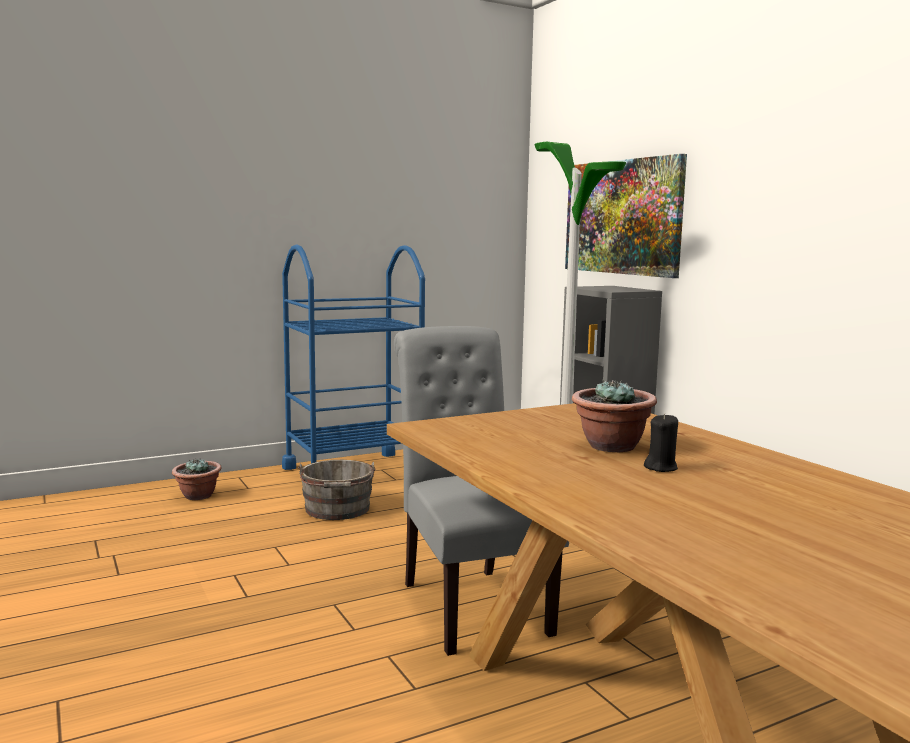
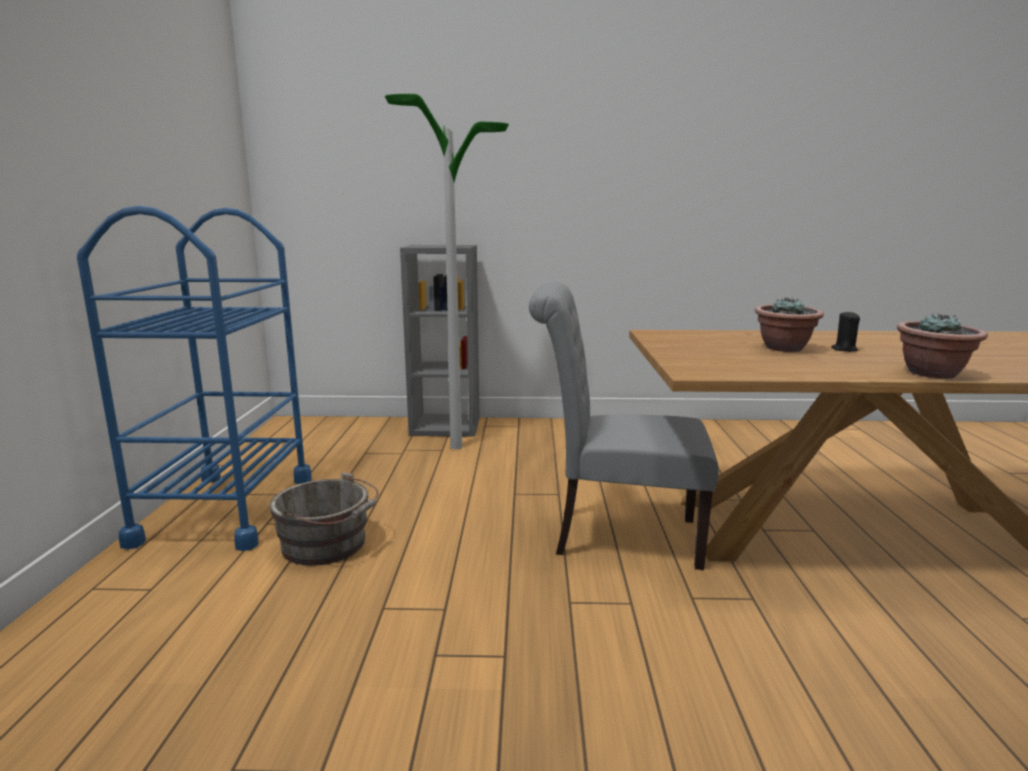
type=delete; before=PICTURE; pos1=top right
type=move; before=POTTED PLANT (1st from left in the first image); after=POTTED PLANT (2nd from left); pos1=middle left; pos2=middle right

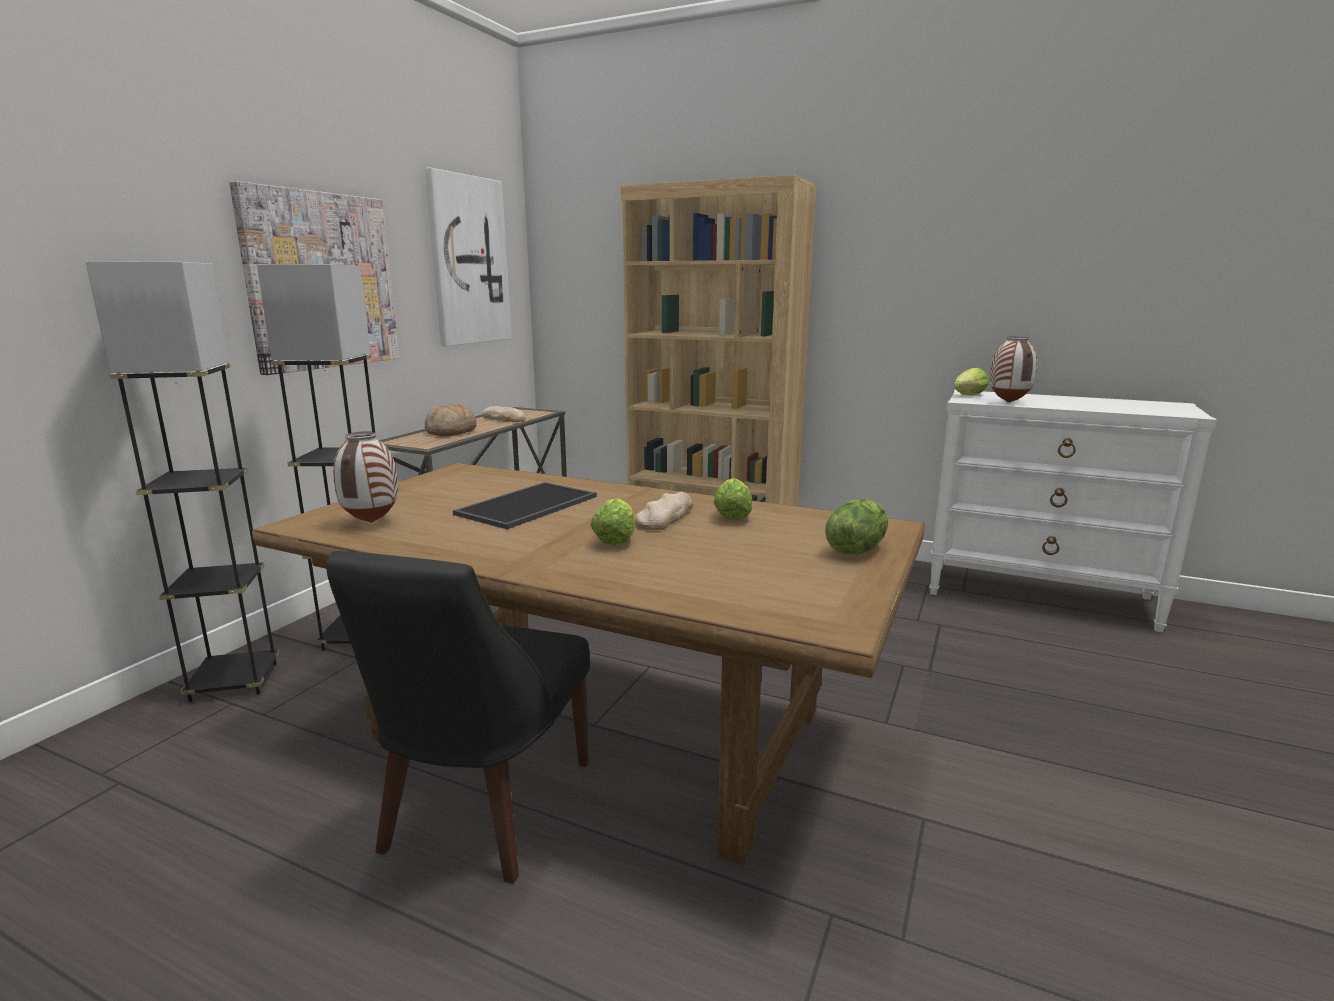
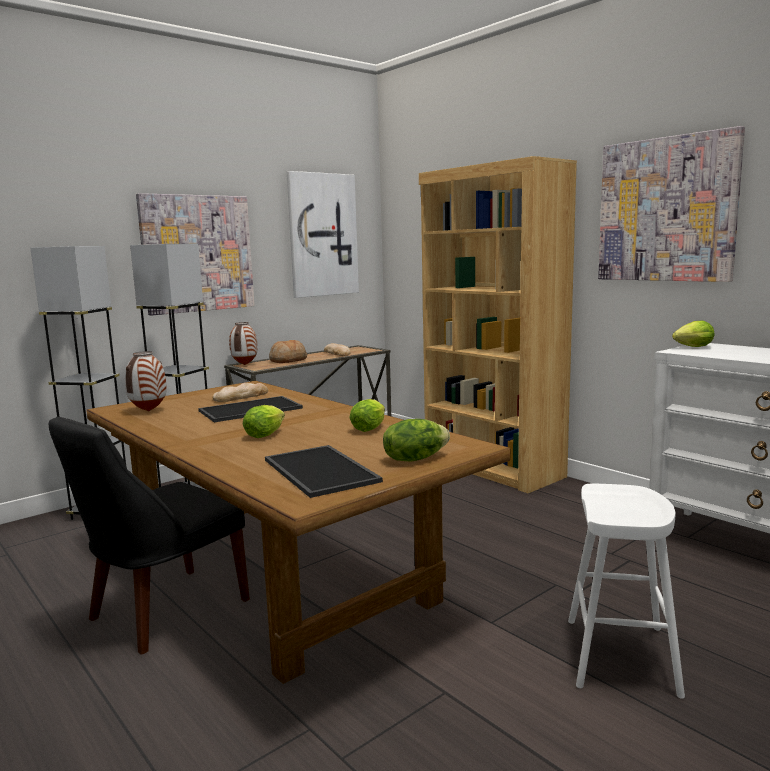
type=move; before=VASE (2nd from left); pos1=middle right; pos2=middle left
type=move; before=BREAD (3rd from left in the first image); after=BREAD (1st from left); pos1=centre; pos2=middle left
type=insert; after=PICTURE (3rd from left); pos2=top right
type=insert; after=TRAY (2nd from left); pos2=centre
type=insert; after=WHITE STOOL; pos2=bottom right

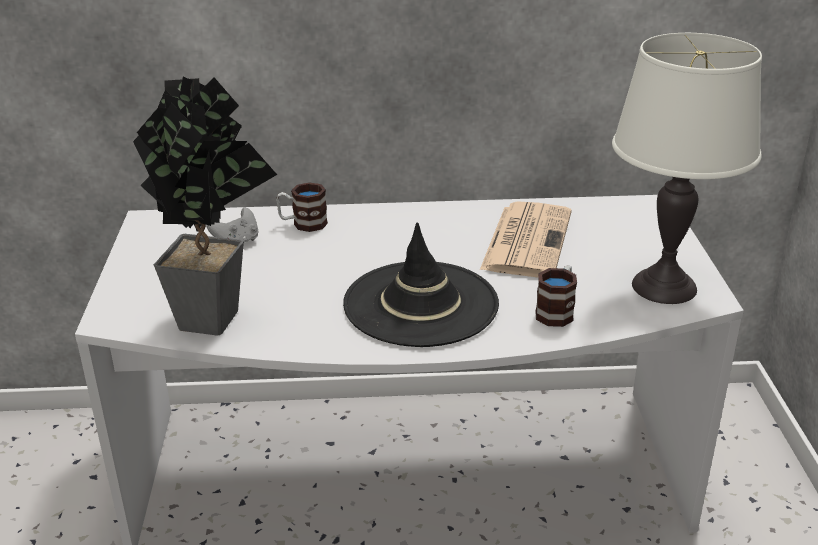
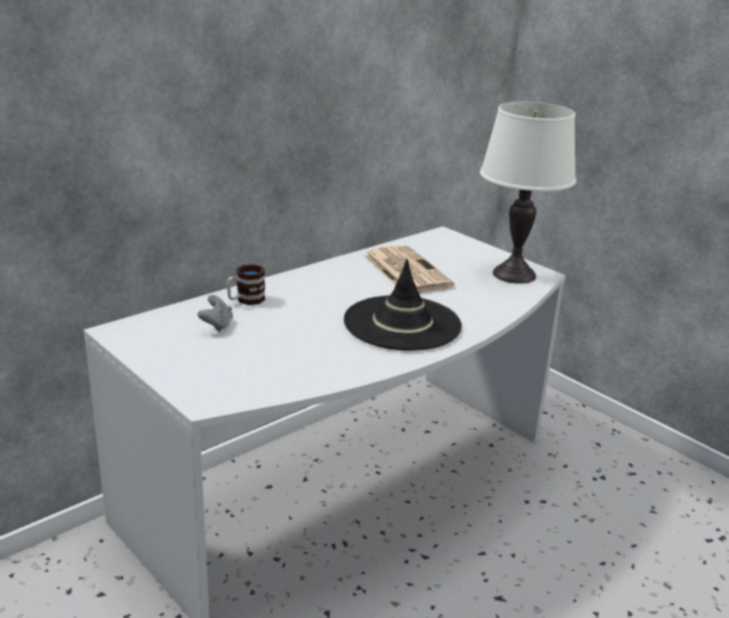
type=delete; before=POTTED PLANT; pos1=middle left
type=delete; before=MUG (2nd from left); pos1=middle right

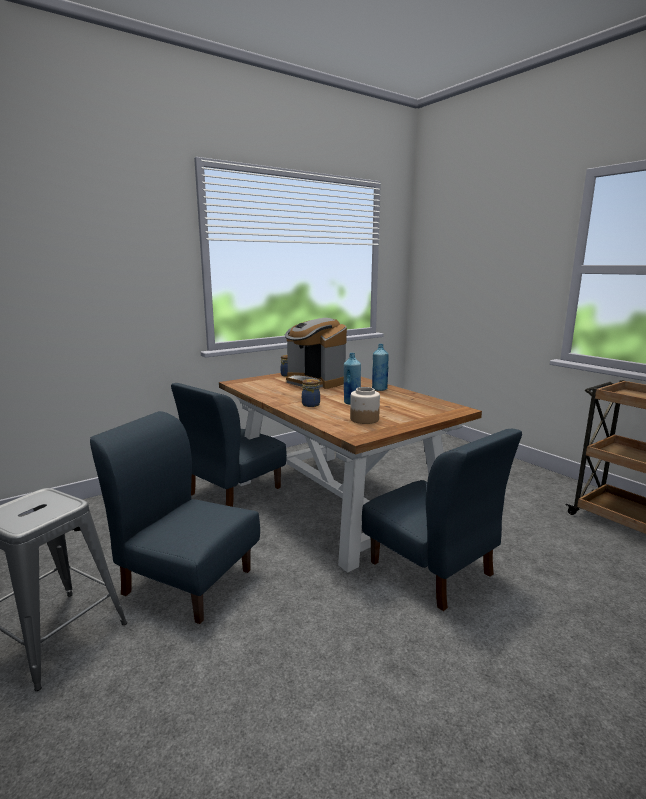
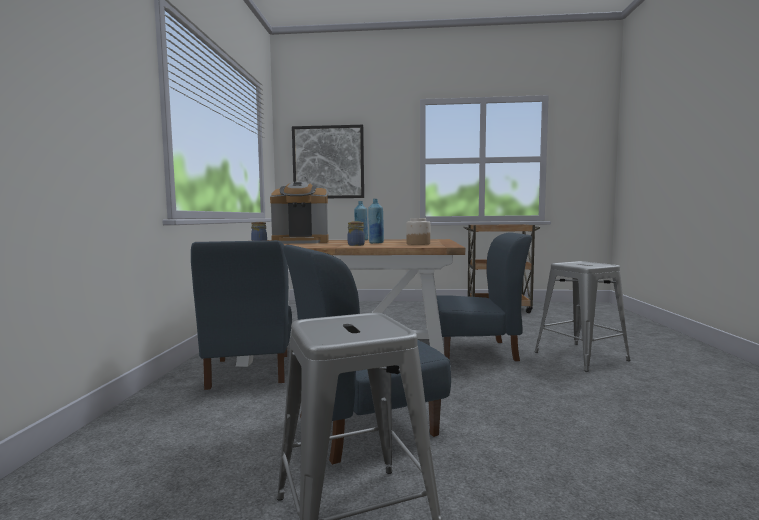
type=insert; after=PICTURE; pos2=top centre
type=insert; after=GREY STOOL (2nd from left); pos2=middle right

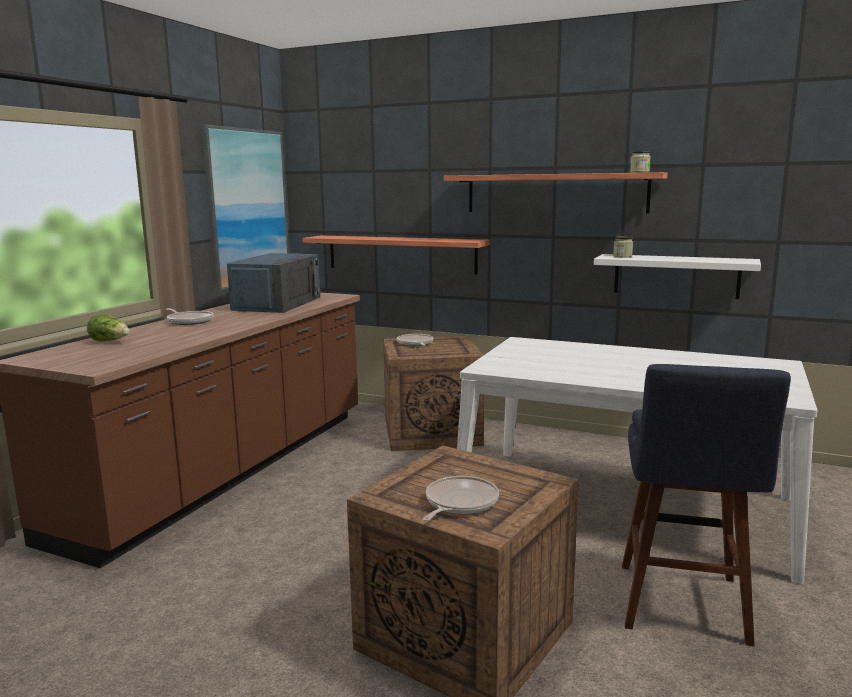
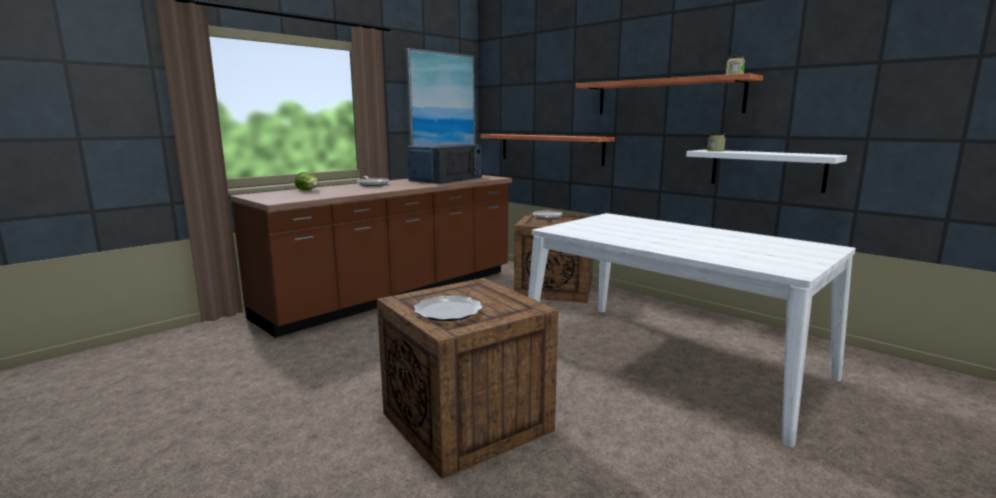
type=delete; before=BLUE STOOL; pos1=bottom right
type=replace; before=FRYING PAN (3rd from left); after=PLATE; pos1=bottom centre; pos2=centre

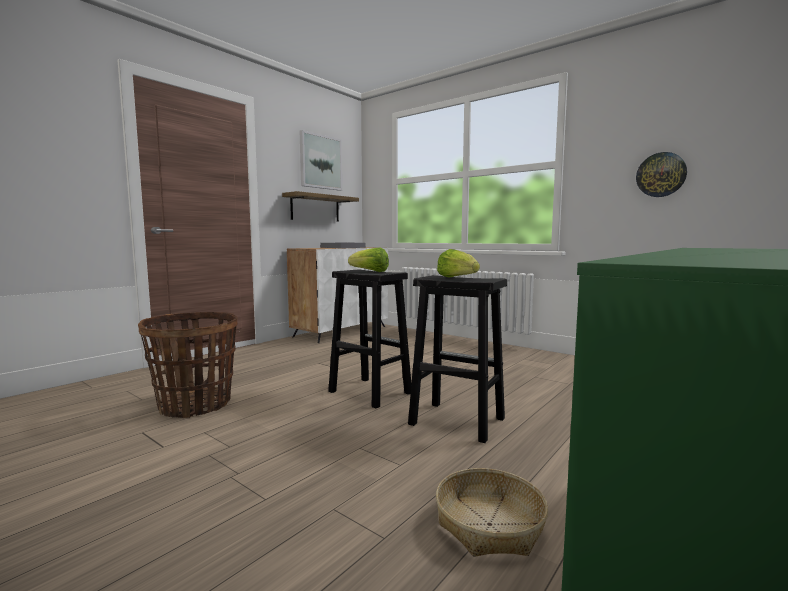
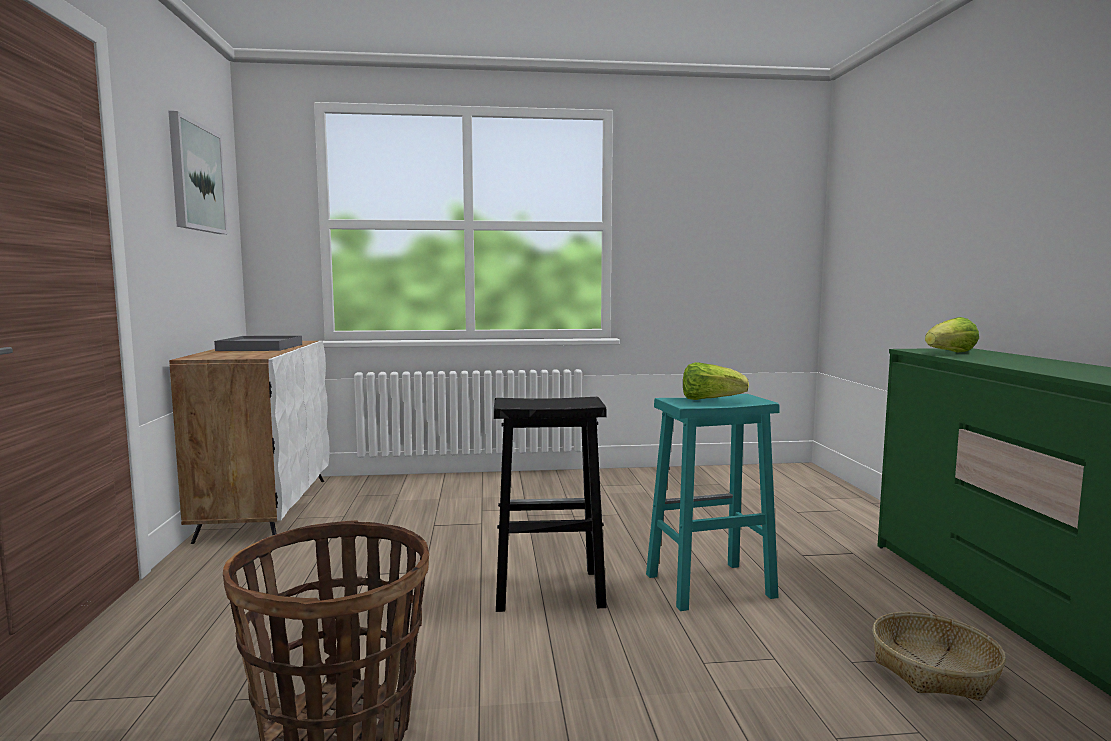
type=delete; before=WALL CLOCK; pos1=top right
type=delete; before=SHELF; pos1=centre
type=move; before=LETTUCE (1st from left in the first image); after=LETTUCE (2nd from left); pos1=centre; pos2=middle right
type=recolor; before=BLACK STOOL (2nd from left); after=TURQUOISE STOOL; pos1=centre; pos2=bottom centre

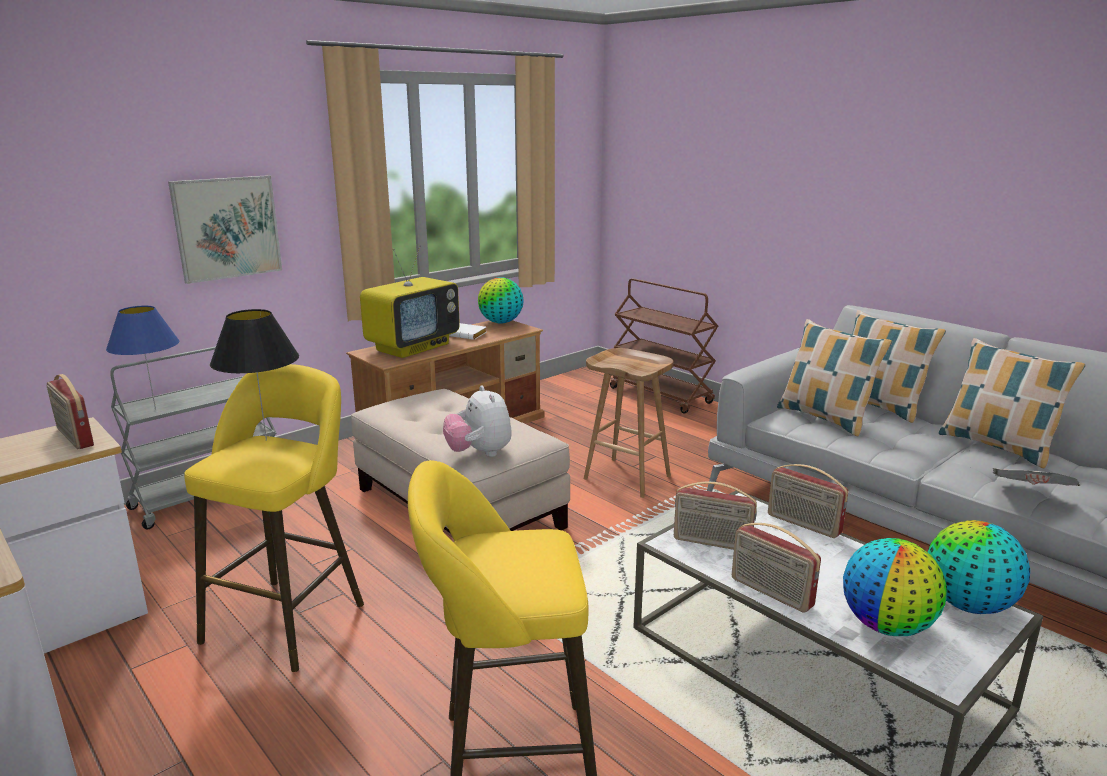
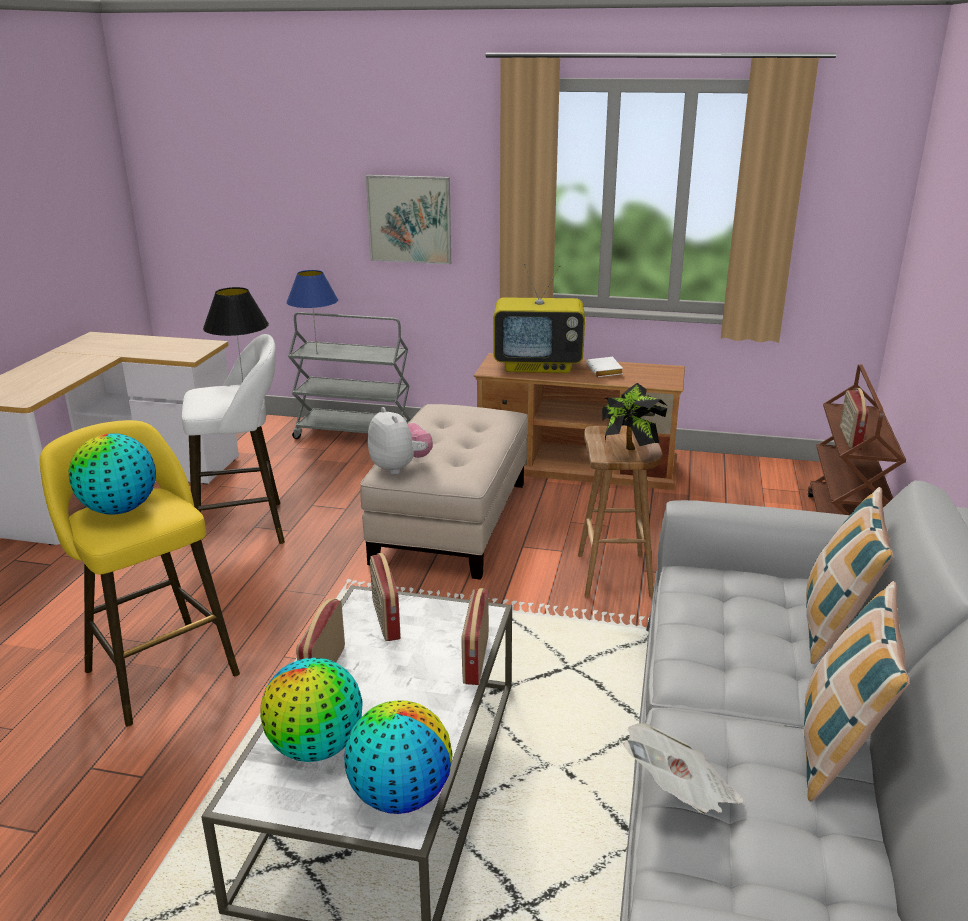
type=move; before=GLOBE (1st from left); pos1=centre; pos2=middle left
type=delete; before=PILLOW (1st from left); pos1=middle right
type=recolor; before=YELLOW STOOL (1st from left); after=WHITE STOOL; pos1=bottom left; pos2=middle left
type=move; before=RADIO (1st from left in the first image); after=RADIO (4th from left); pos1=middle left; pos2=middle right
type=rotate; before=PLUSH TOY; pos1=centre; pos2=centre; turn=120
type=insert; after=POTTED PLANT; pos2=centre

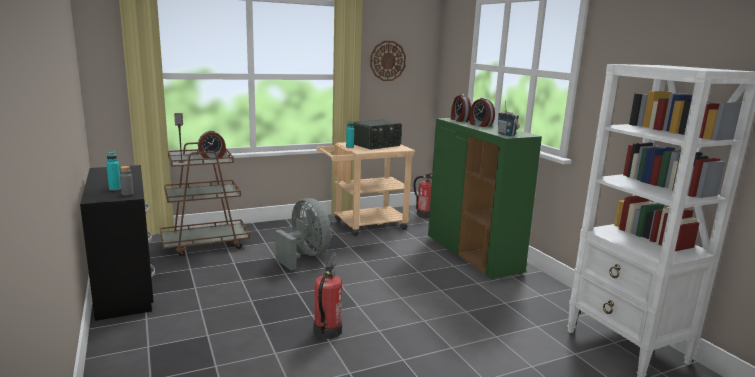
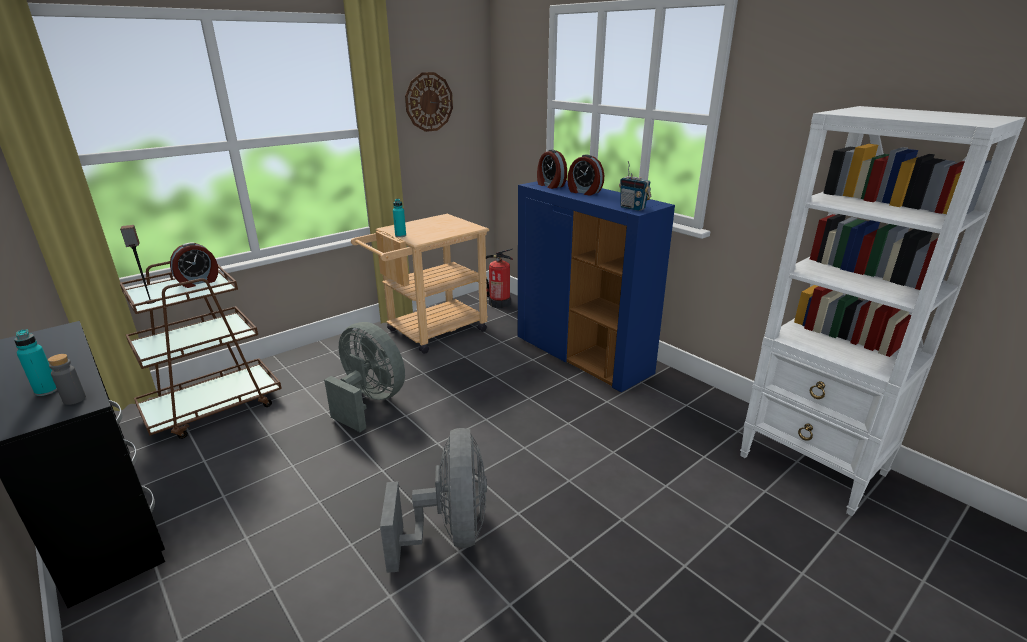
type=recolor; before=GREEN CABINET; after=BLUE CABINET; pos1=centre; pos2=centre
type=delete; before=RADIO (1st from left); pos1=centre
type=replace; before=FIRE EXTINGUISHER (1st from left); after=GREY FAN (2nd from left); pos1=bottom centre; pos2=bottom centre

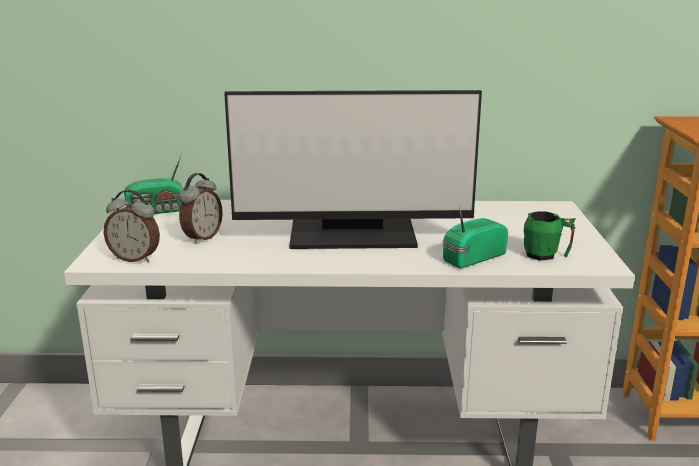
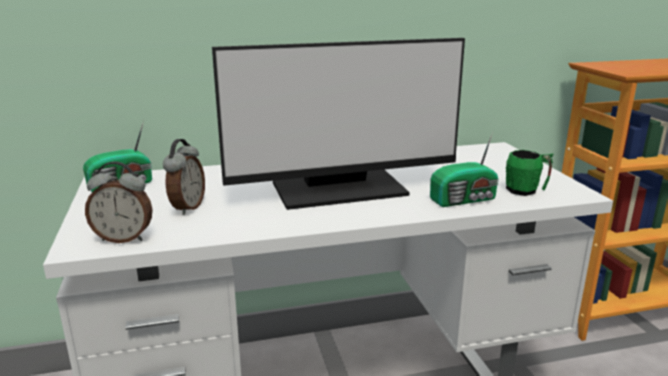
type=rotate; before=RADIO (2nd from left); pos1=middle right; pos2=middle right; turn=-150

